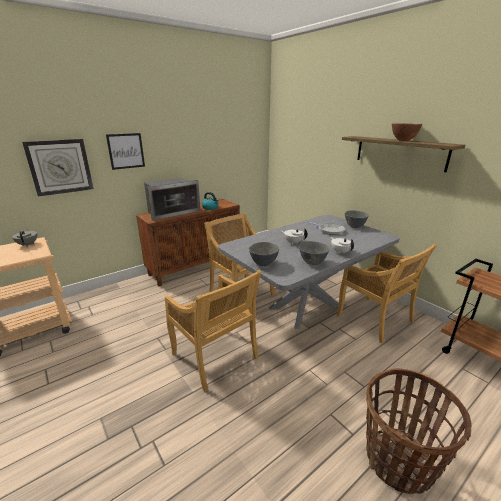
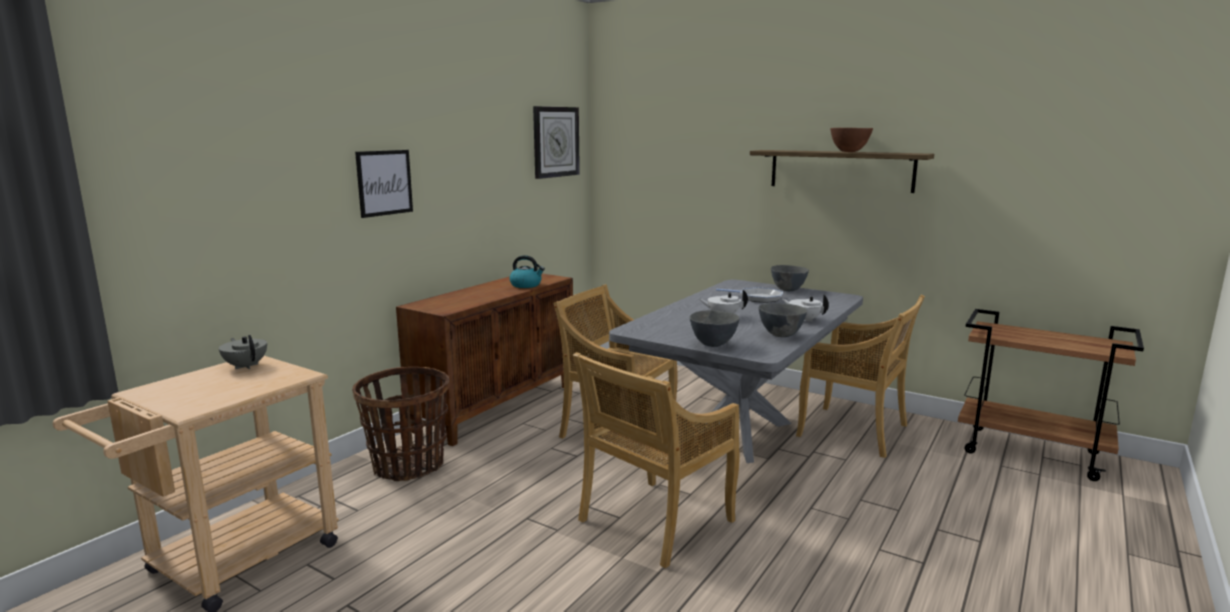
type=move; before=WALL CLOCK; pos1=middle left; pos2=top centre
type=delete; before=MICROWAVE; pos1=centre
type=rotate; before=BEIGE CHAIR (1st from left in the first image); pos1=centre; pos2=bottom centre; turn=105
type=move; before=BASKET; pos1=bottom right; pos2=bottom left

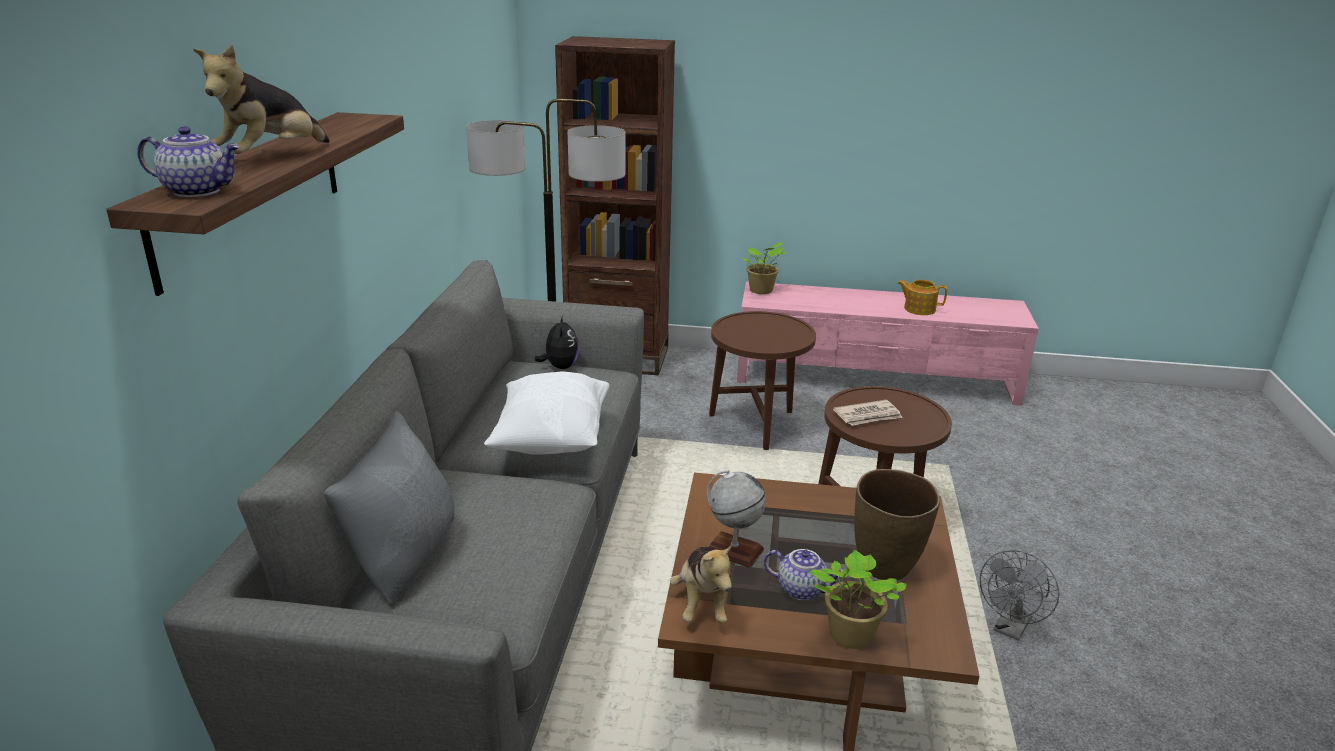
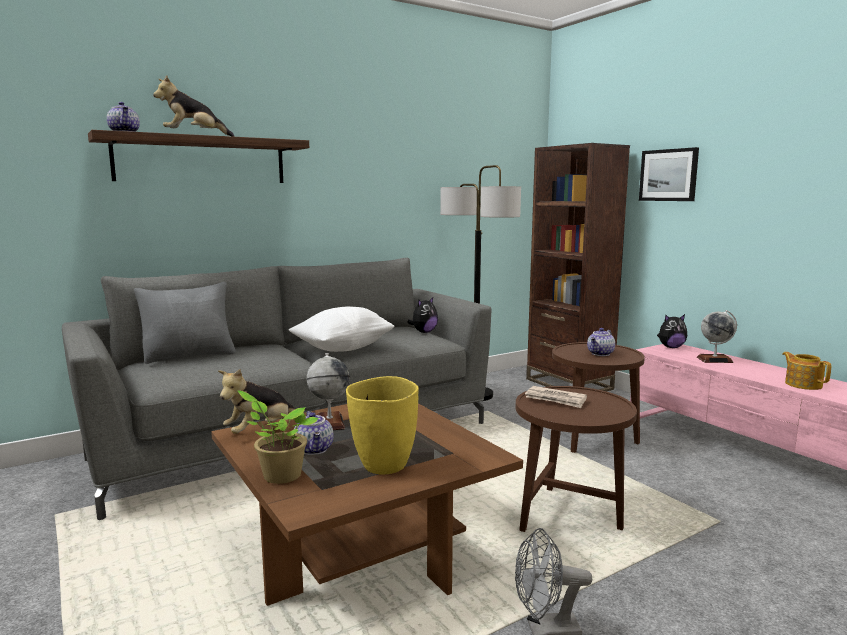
type=replace; before=POTTED PLANT (1st from left); after=PLUSH TOY (4th from left); pos1=centre; pos2=middle right
type=recolor; before=BROWN VASE; after=YELLOW VASE; pos1=bottom right; pos2=bottom centre
type=insert; after=PICTURE; pos2=top right
type=insert; after=GLOBE (2nd from left); pos2=middle right
type=insert; after=TEAPOT (3rd from left); pos2=middle right

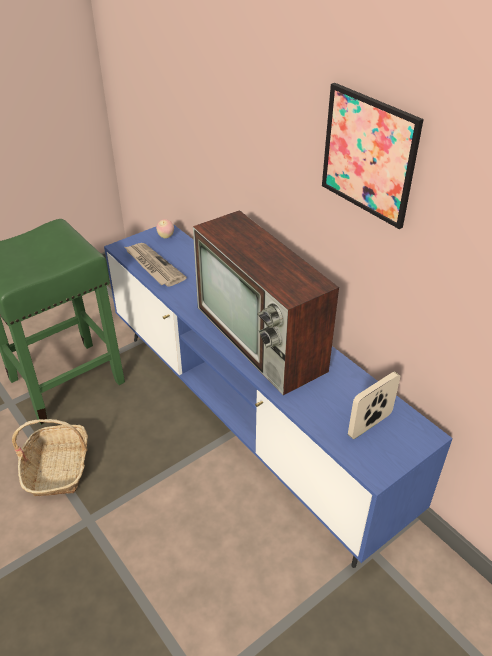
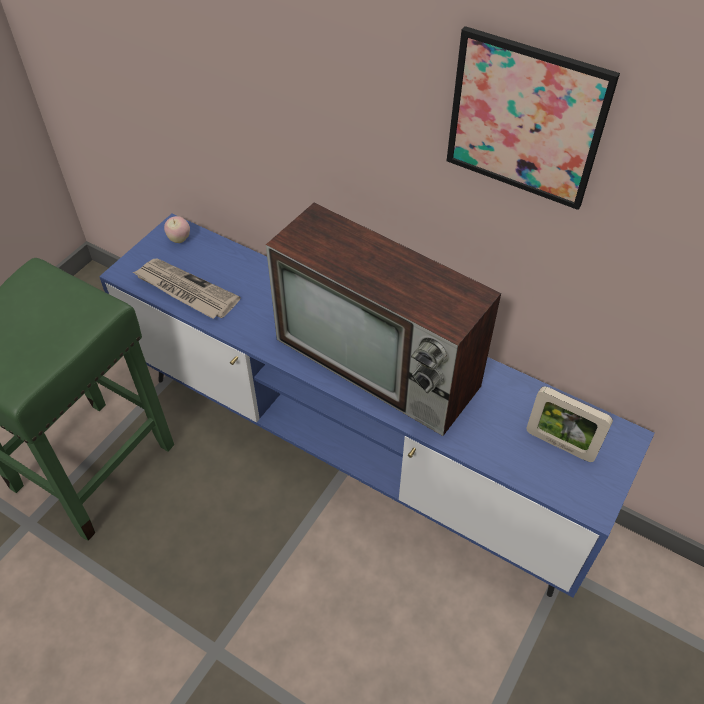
type=rotate; before=PICTURE FRAME; pos1=middle right; pos2=middle right; turn=-90
type=delete; before=BASKET; pos1=bottom left

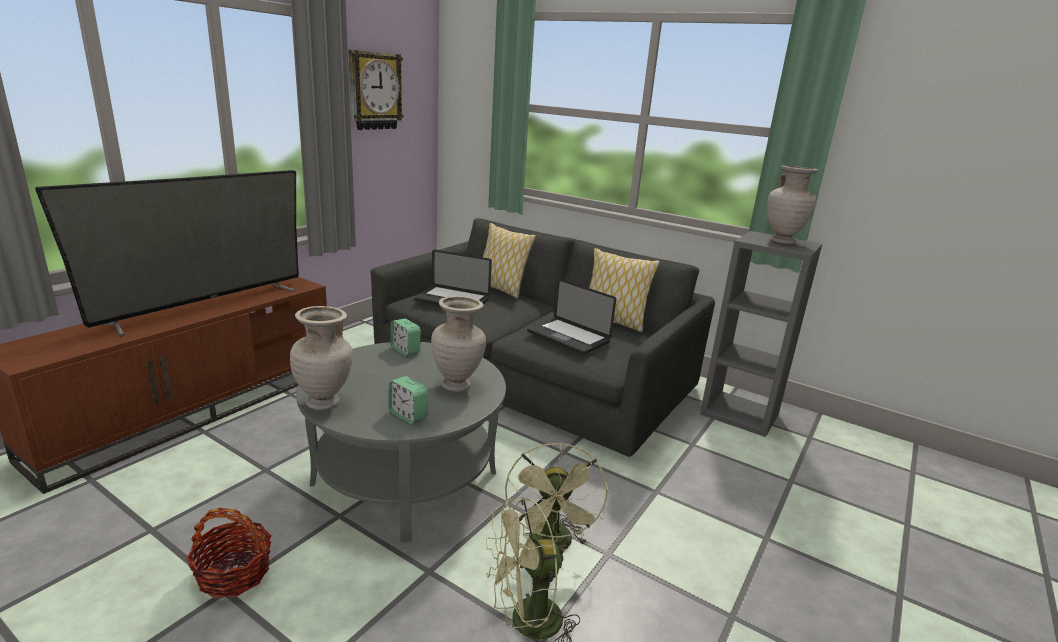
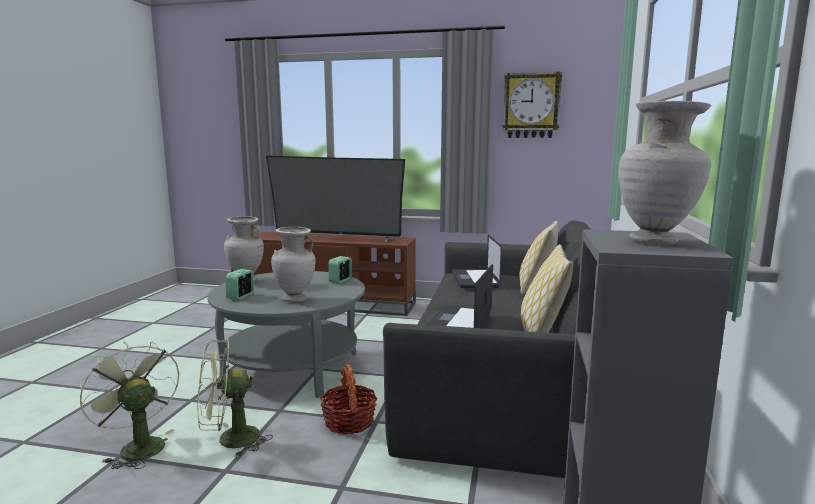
type=move; before=BASKET; pos1=bottom left; pos2=bottom centre

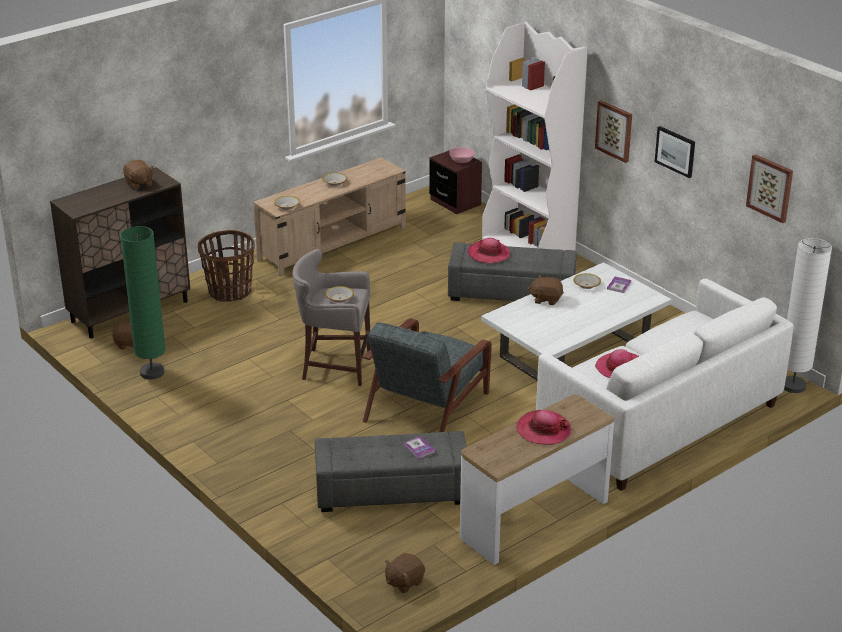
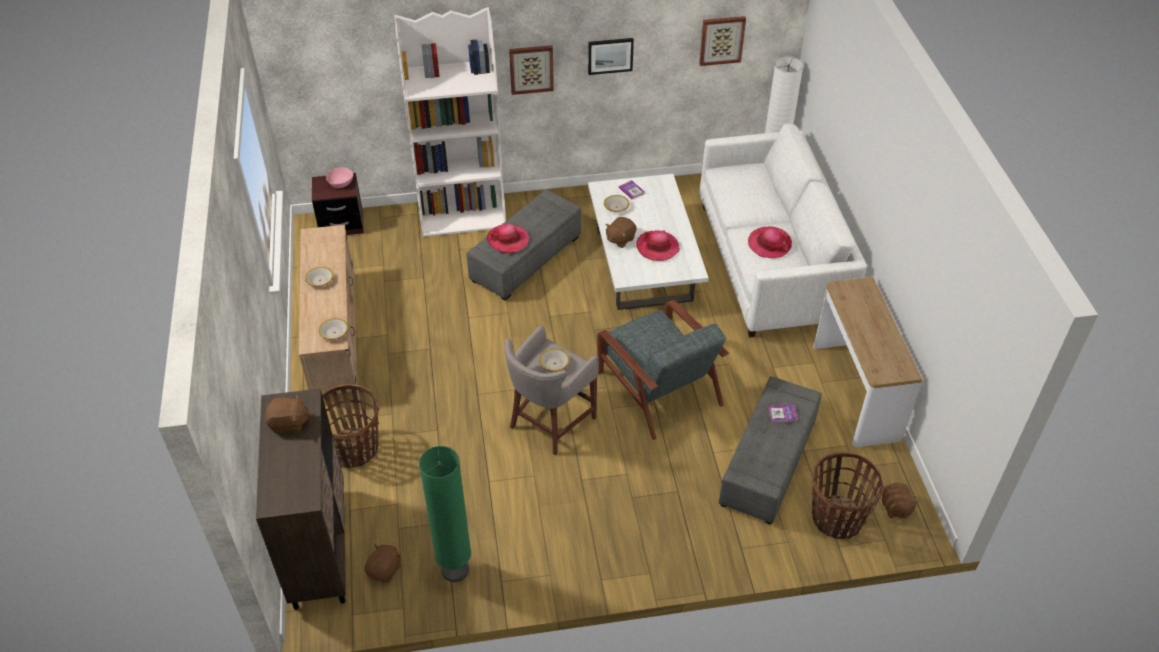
type=move; before=HAT (2nd from left); pos1=bottom centre; pos2=centre
type=insert; after=BASKET (2nd from left); pos2=bottom right

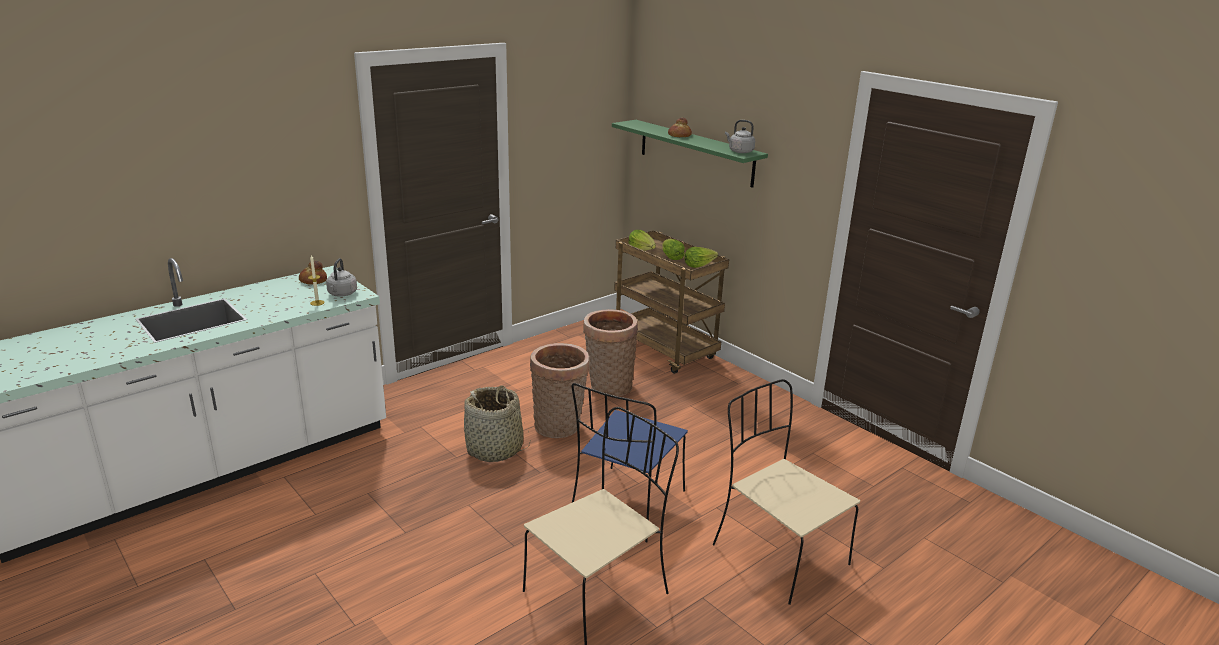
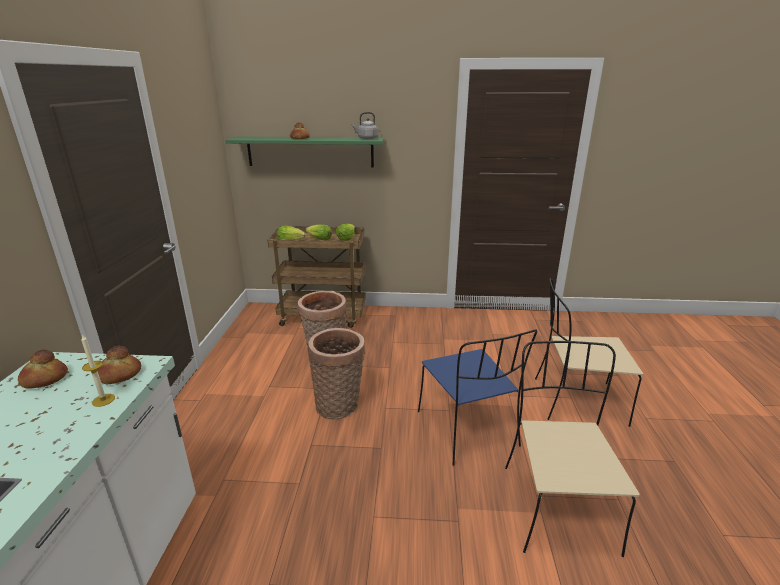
type=replace; before=GREY KETTLE (1st from left); after=BREAD (2nd from left); pos1=middle left; pos2=middle left
type=delete; before=BASKET (1st from left); pos1=centre

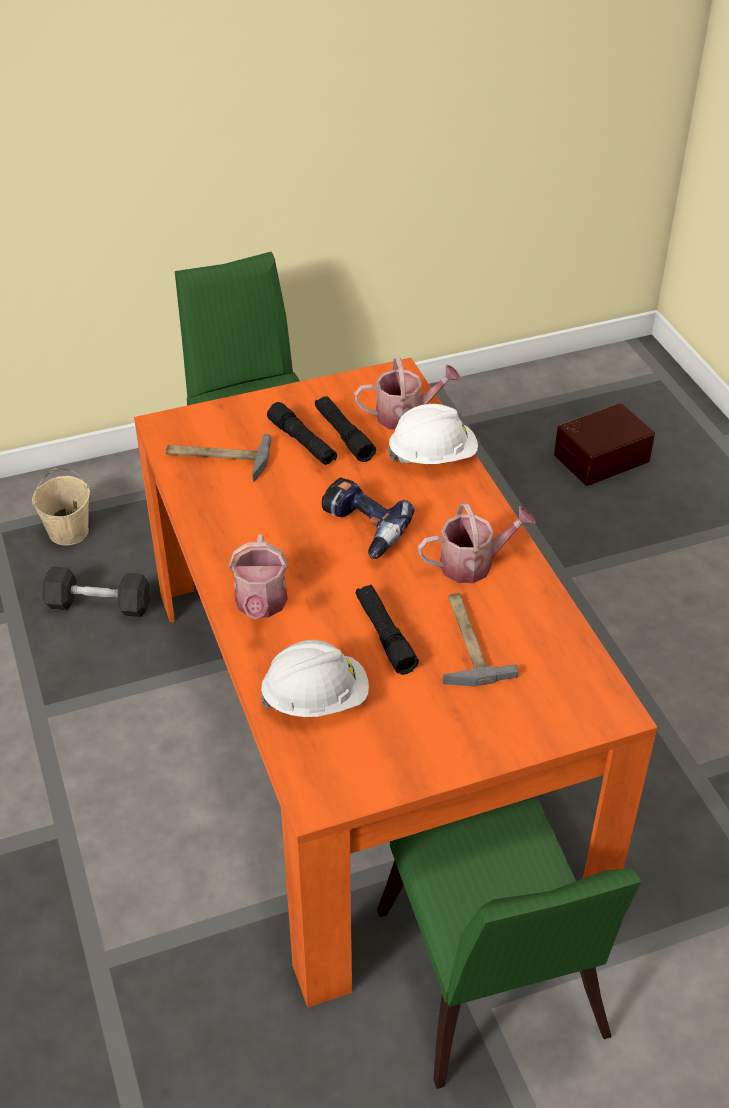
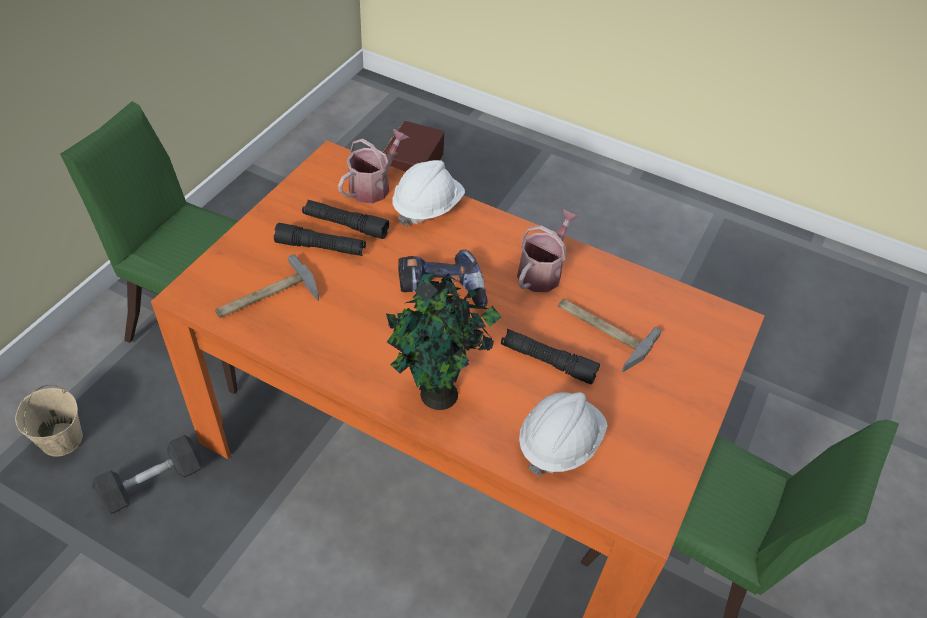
type=replace; before=WATERING CAN (1st from left); after=POTTED PLANT; pos1=centre; pos2=centre

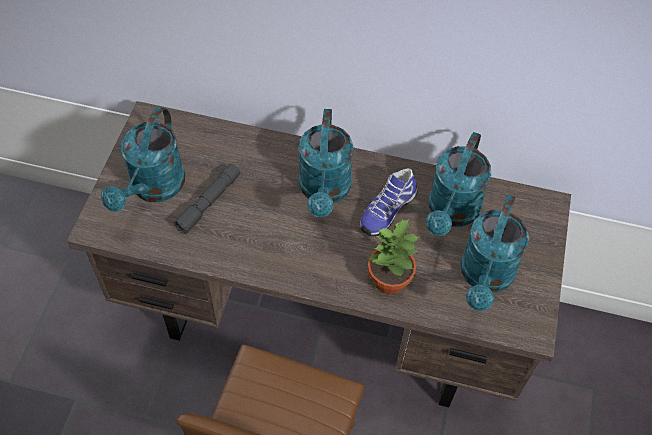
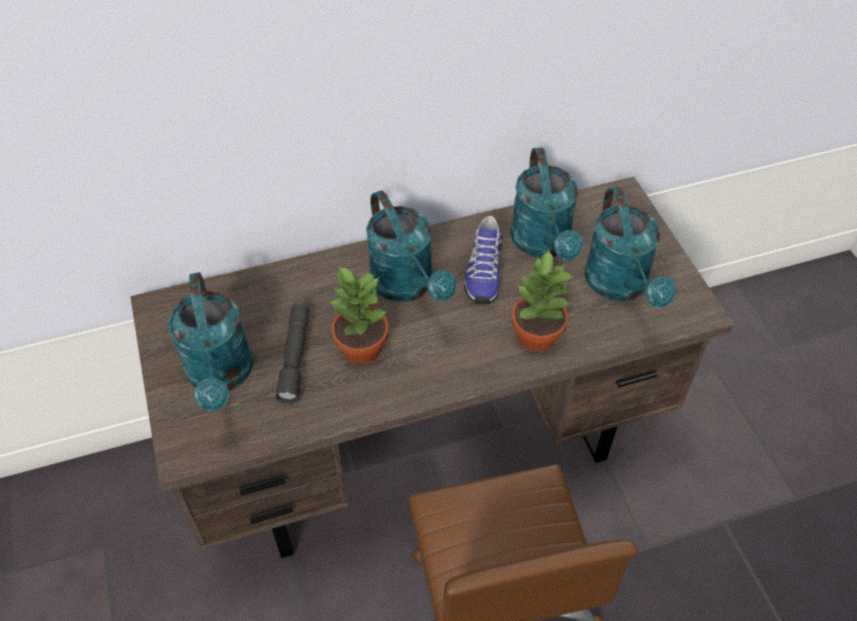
type=insert; after=POTTED PLANT (1st from left); pos2=centre

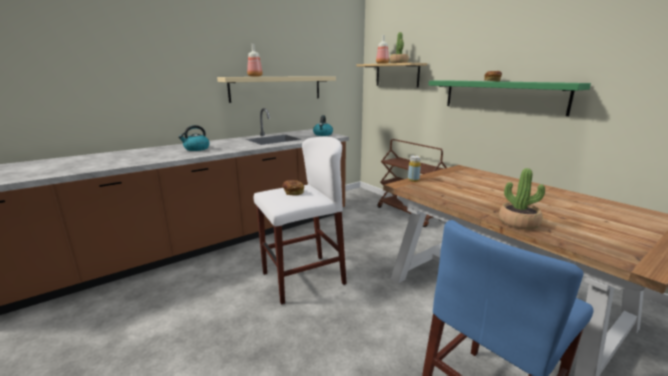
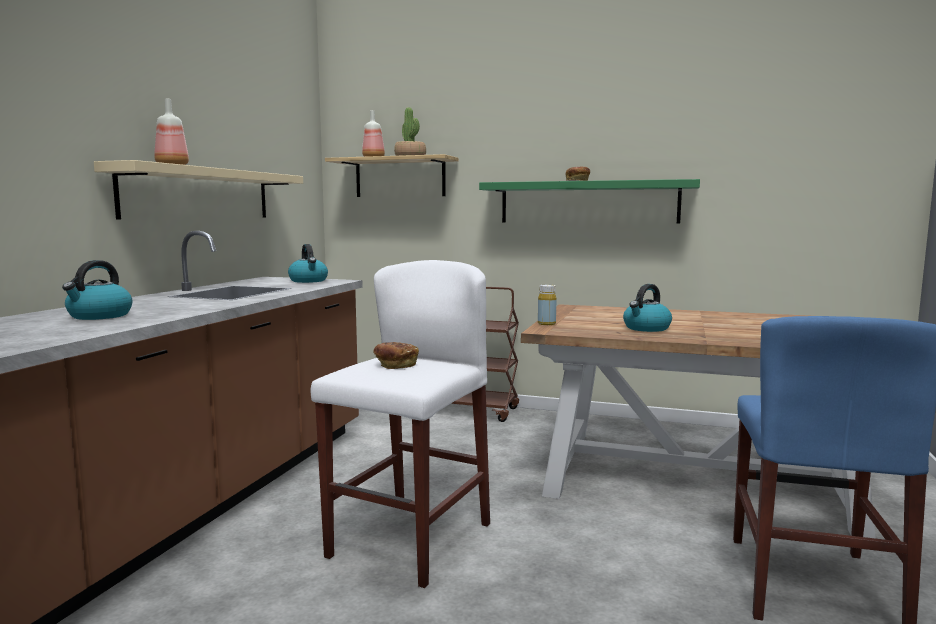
type=delete; before=POTTED PLANT (2nd from left); pos1=middle right
type=insert; after=KETTLE (3rd from left); pos2=middle right

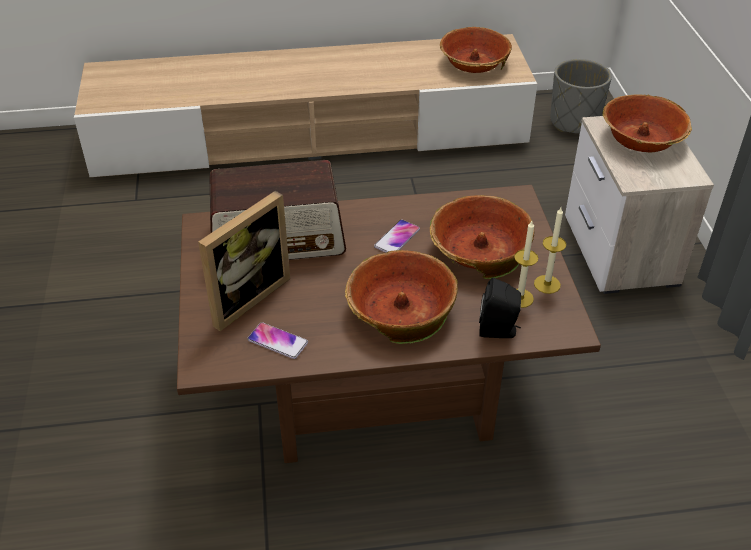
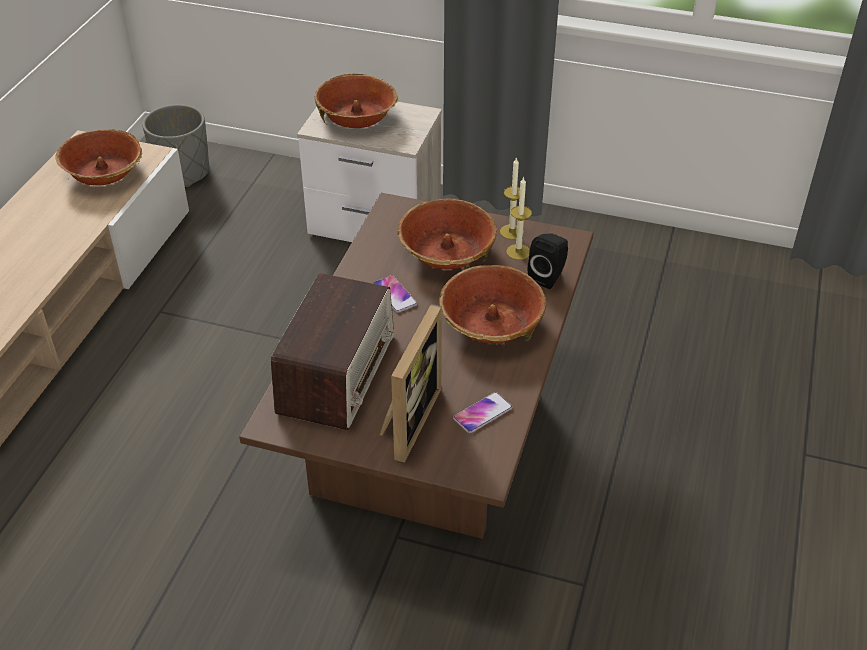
type=rotate; before=PICTURE FRAME; pos1=middle left; pos2=centre; turn=45

